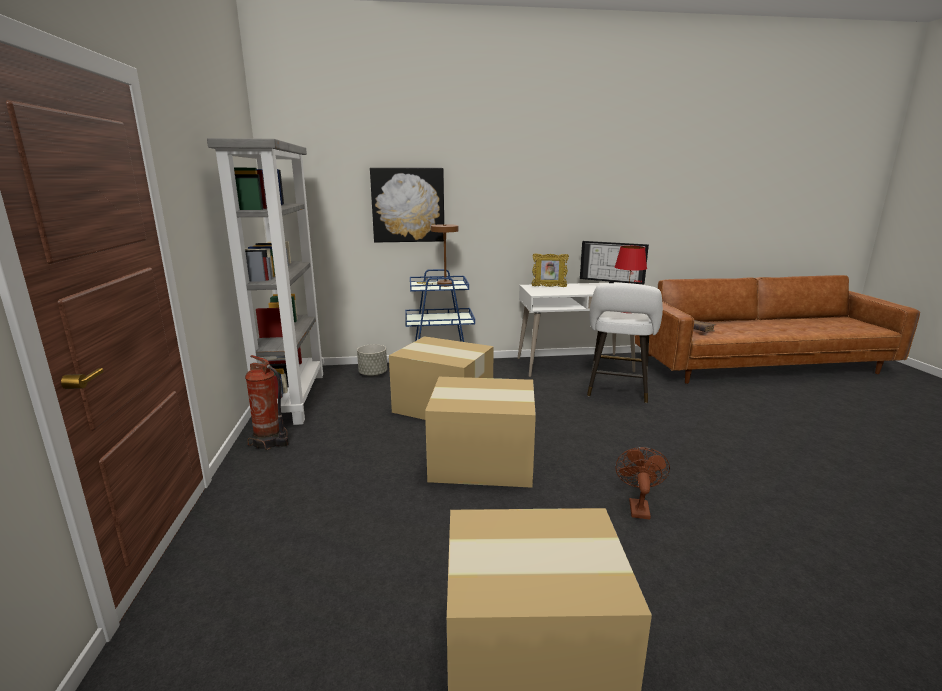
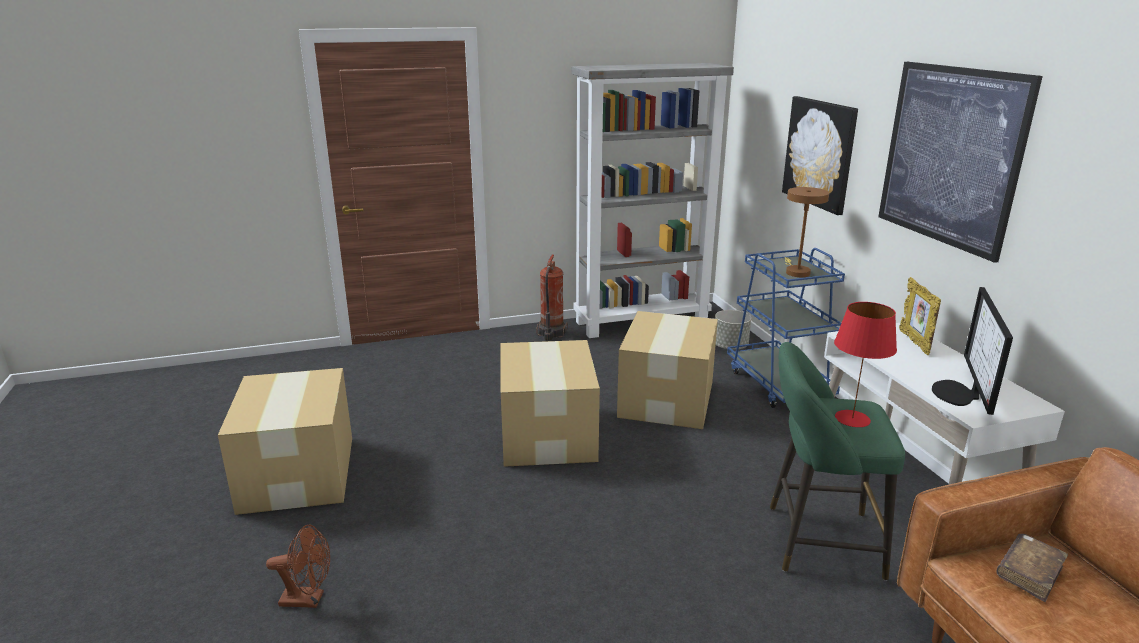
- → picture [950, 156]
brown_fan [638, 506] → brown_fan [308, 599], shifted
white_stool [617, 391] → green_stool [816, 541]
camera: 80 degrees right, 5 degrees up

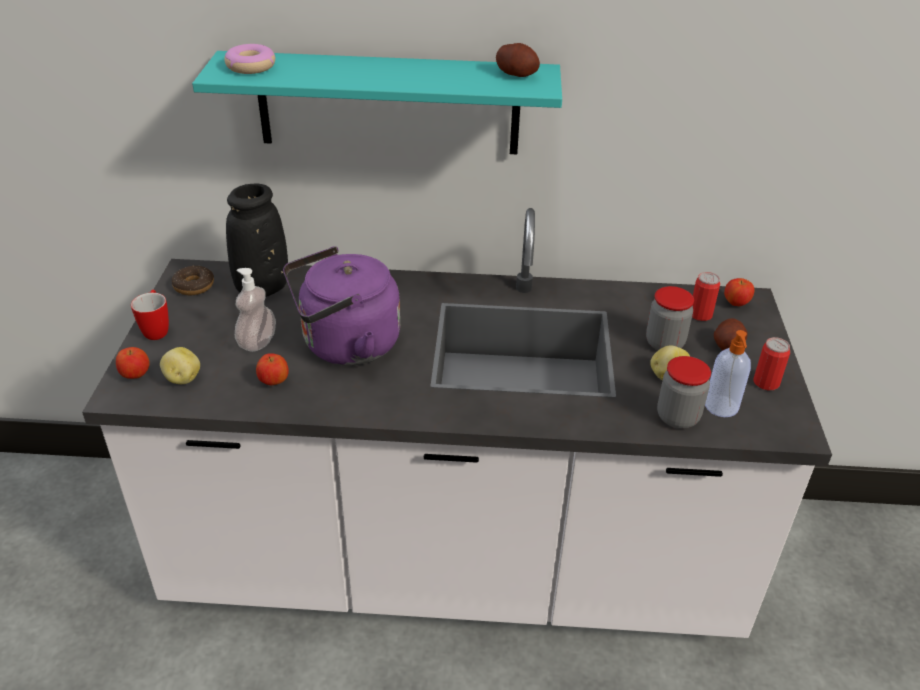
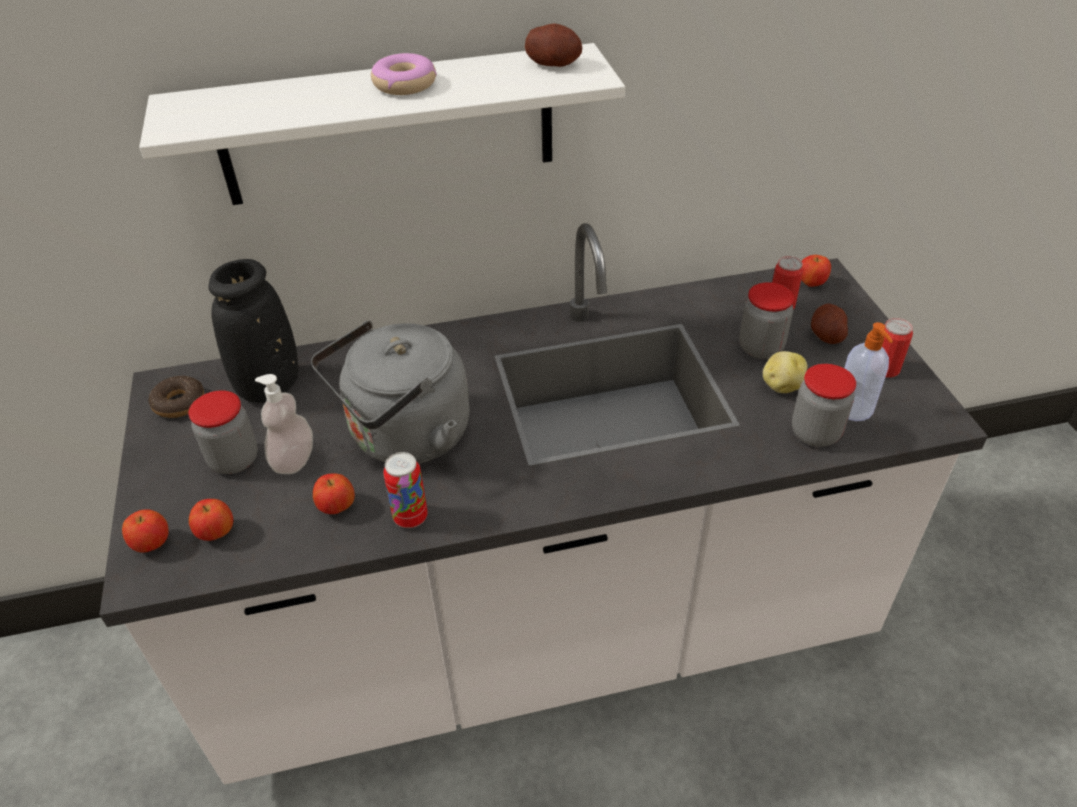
mug [157, 329] → -
- → jar [234, 460]
- → can [410, 517]
donut [251, 67] → donut [405, 84], shifted
potato [182, 378] → apple [216, 533]
turquoise_shelf [388, 103] → white_shelf [388, 126]
purple_kettle [345, 345] → grey_kettle [404, 437]
camera: 15 degrees left, 5 degrees up

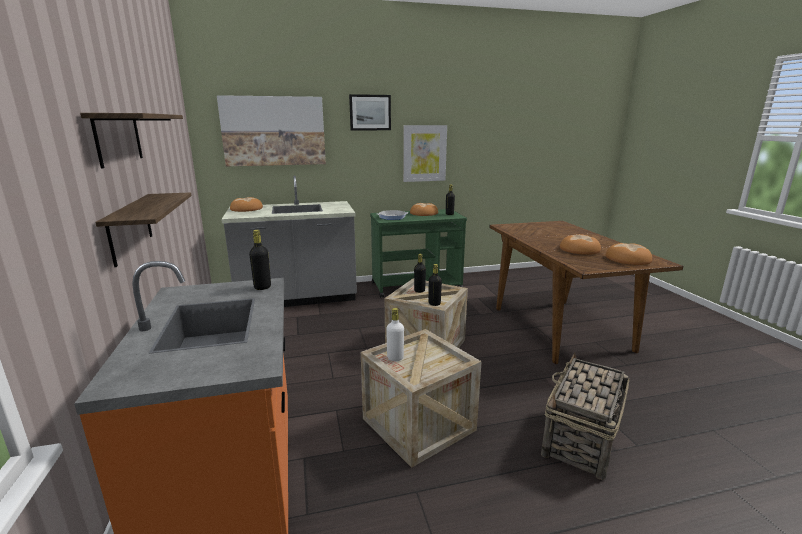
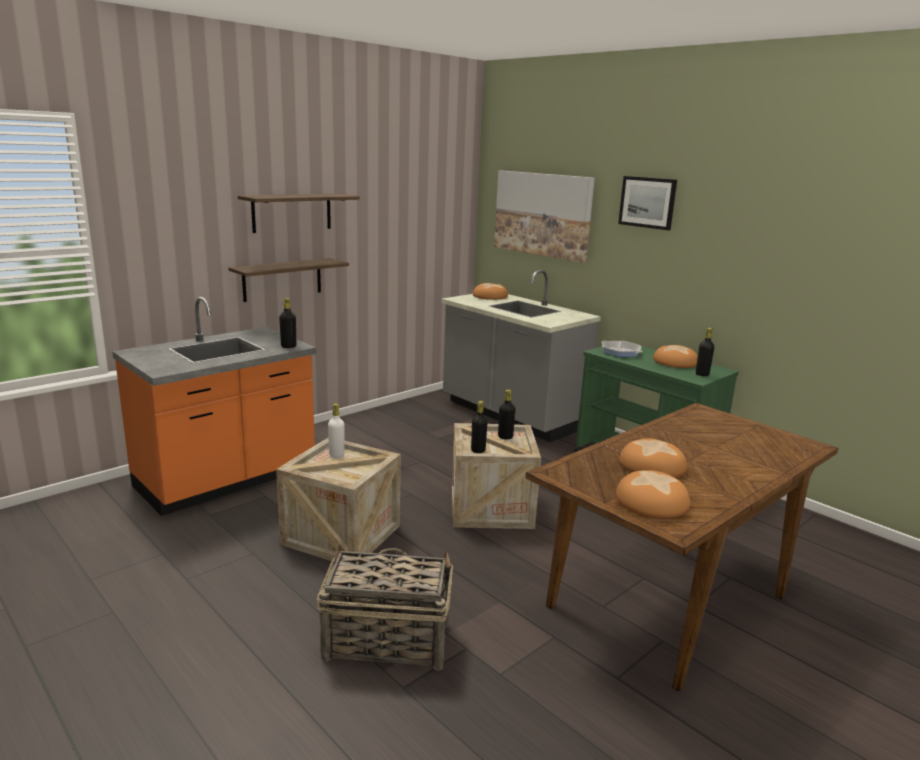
picture [424, 153] → -
camera: 60 degrees right, 0 degrees up

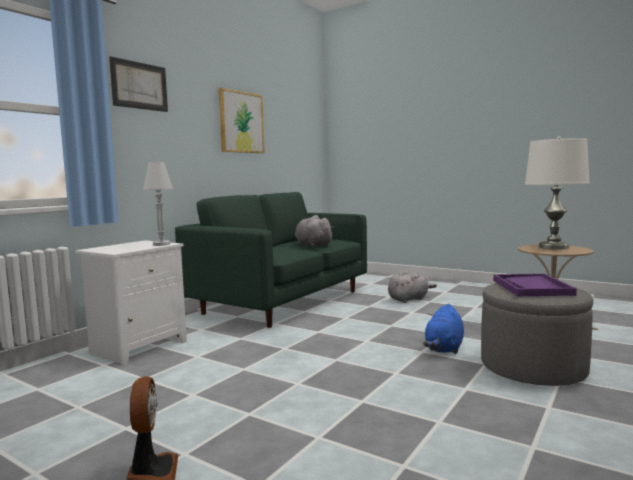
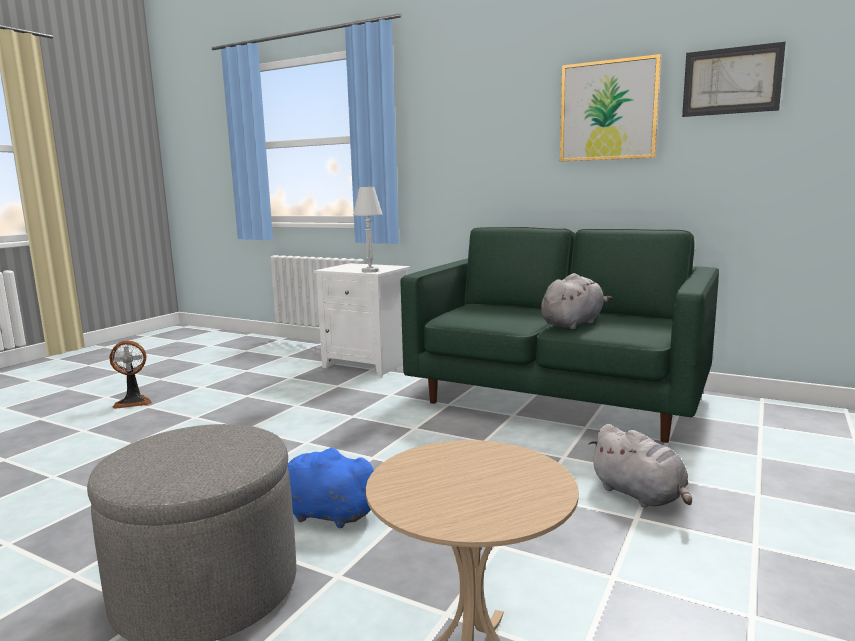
purple_tray [532, 287] → -
white_table_lamp [553, 247] → -
picture [139, 86] → picture [731, 81], shifted
camera: 85 degrees right, 5 degrees up

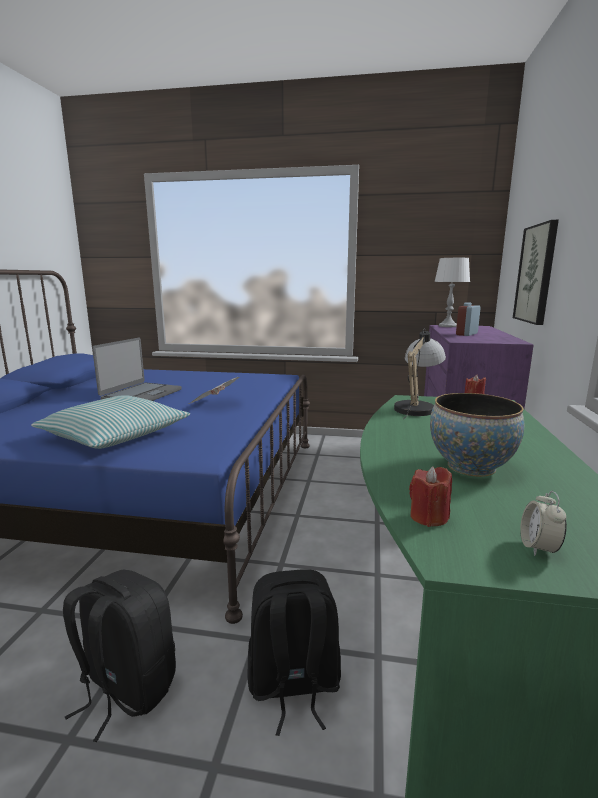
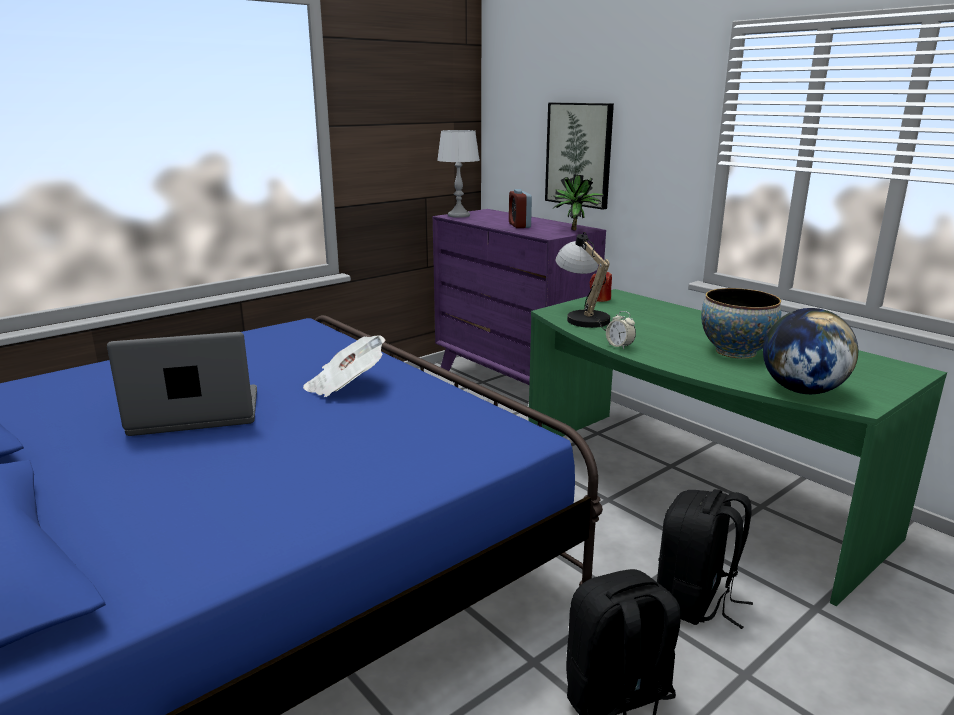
pillow [114, 435] → -
- → potted_plant [577, 230]
alarm_clock [538, 547] → alarm_clock [619, 346], shifted
red_candle [428, 517] → globe [802, 390]
laptop [141, 395] → laptop [195, 413], 75 degrees counterclockwise
camera: 50 degrees left, 5 degrees up

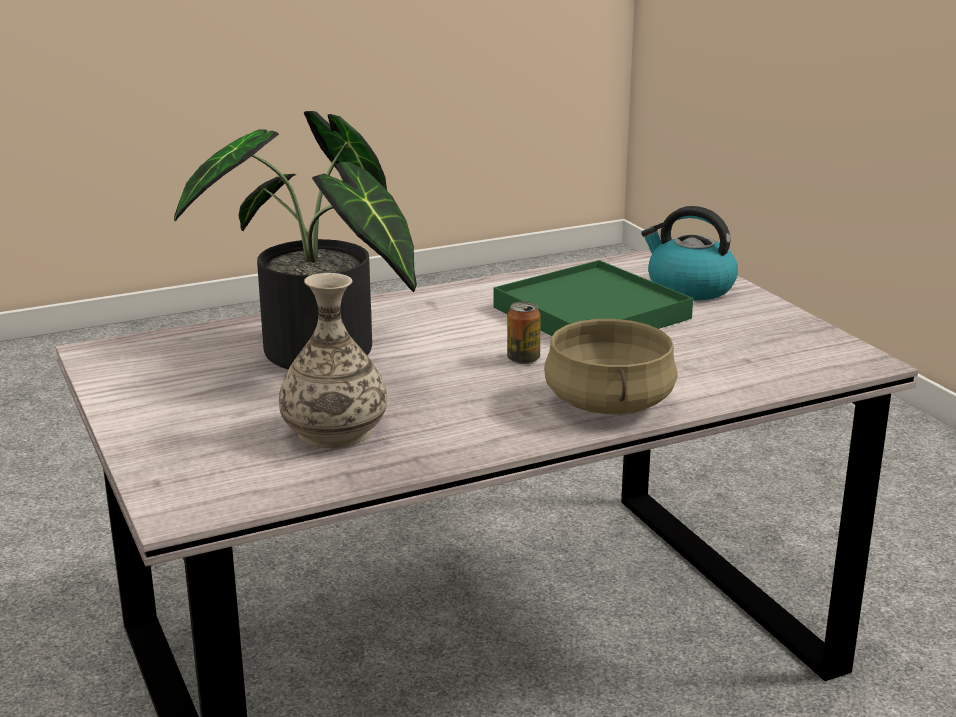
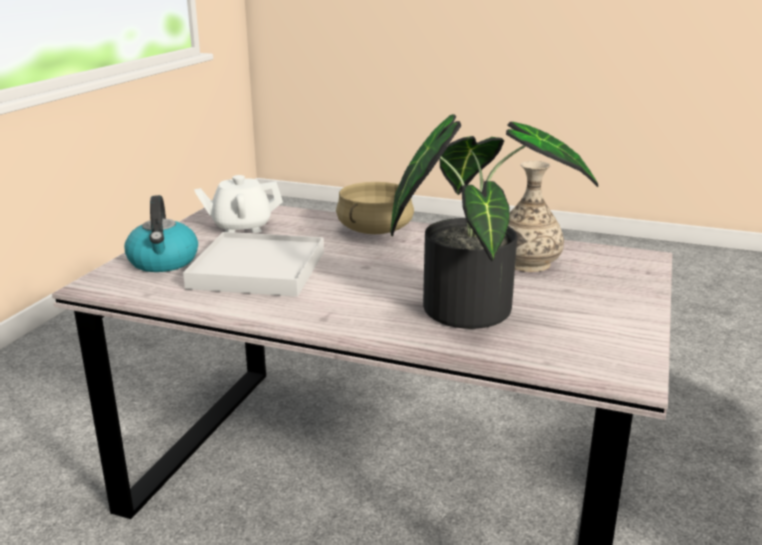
can [523, 359] → -
- → white_teapot [241, 227]
green_tray [591, 313] → white_tray [257, 270]
camera: 135 degrees left, 0 degrees up

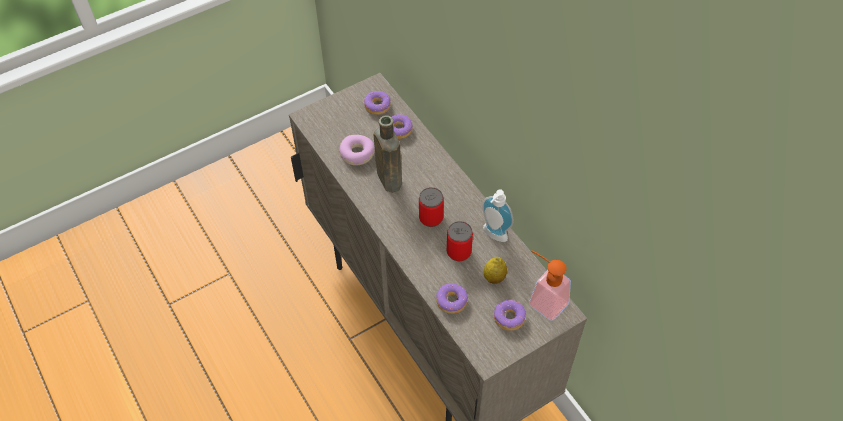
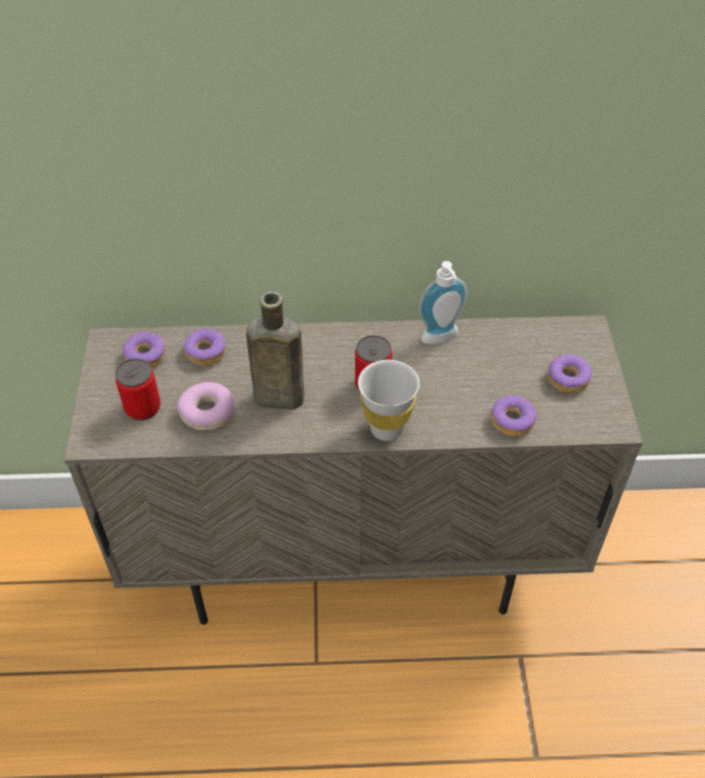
lemon [494, 277] → -
soap_dispenser [542, 300] → -
- → white_cup [386, 429]
can [459, 252] → can [142, 407], shifted
camera: 60 degrees left, 5 degrees down

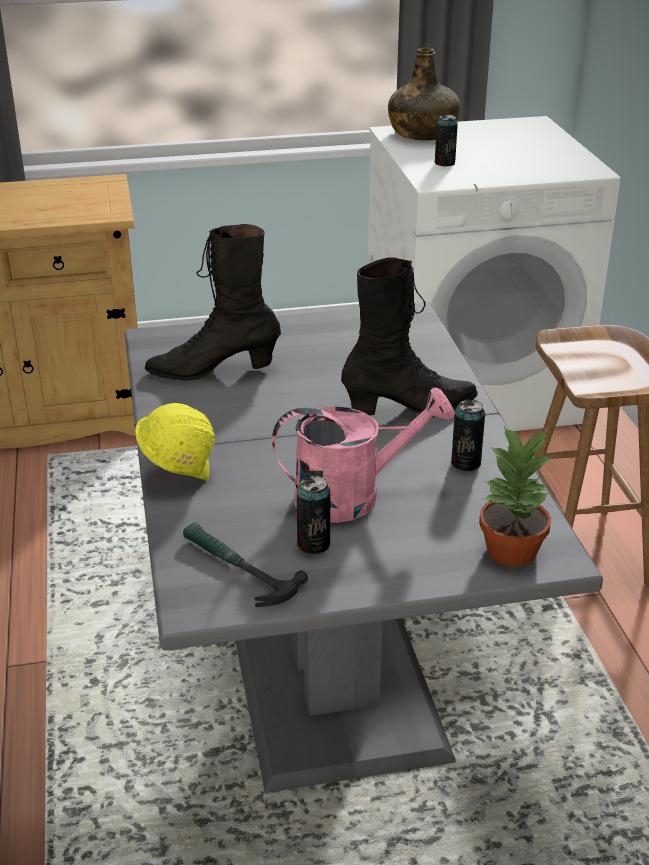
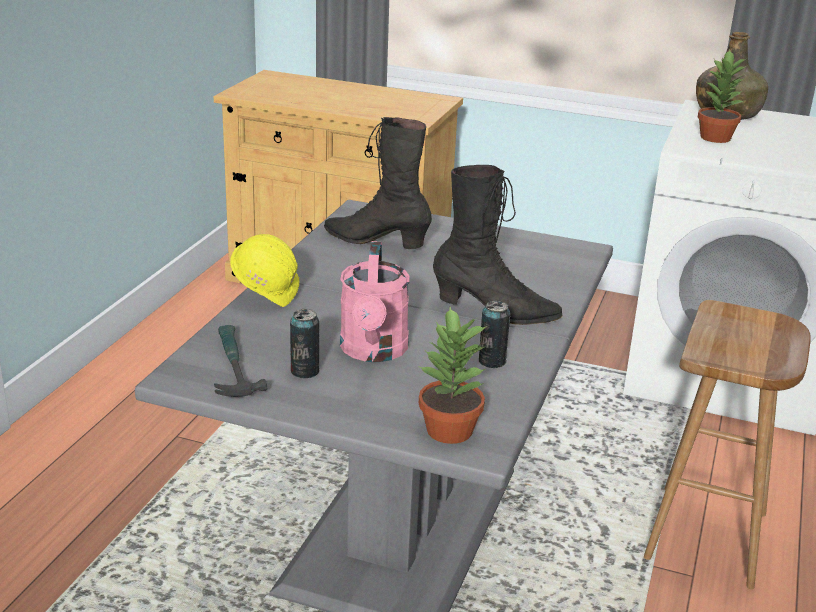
can [444, 163] → potted_plant [716, 138]
pink_watering_can [352, 495] → pink_watering_can [373, 351], 75 degrees clockwise
camera: 30 degrees right, 5 degrees down

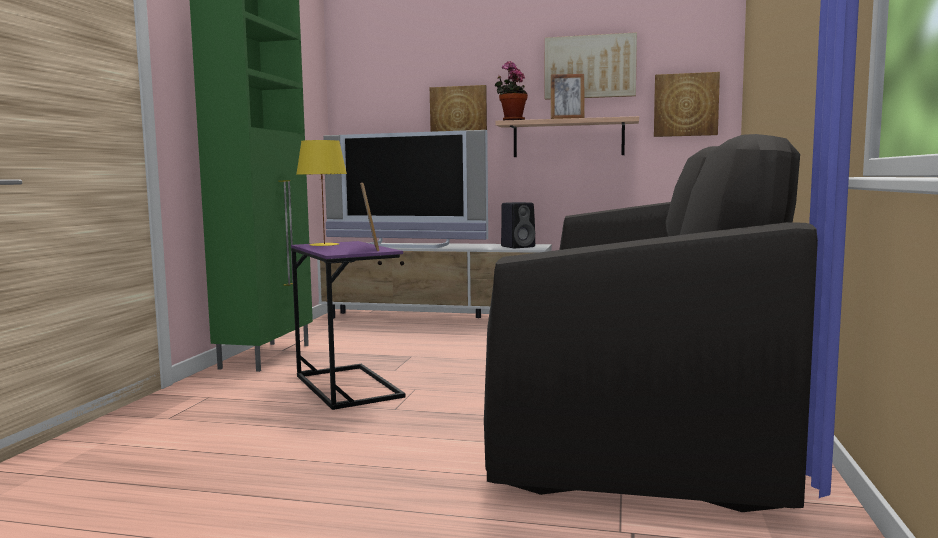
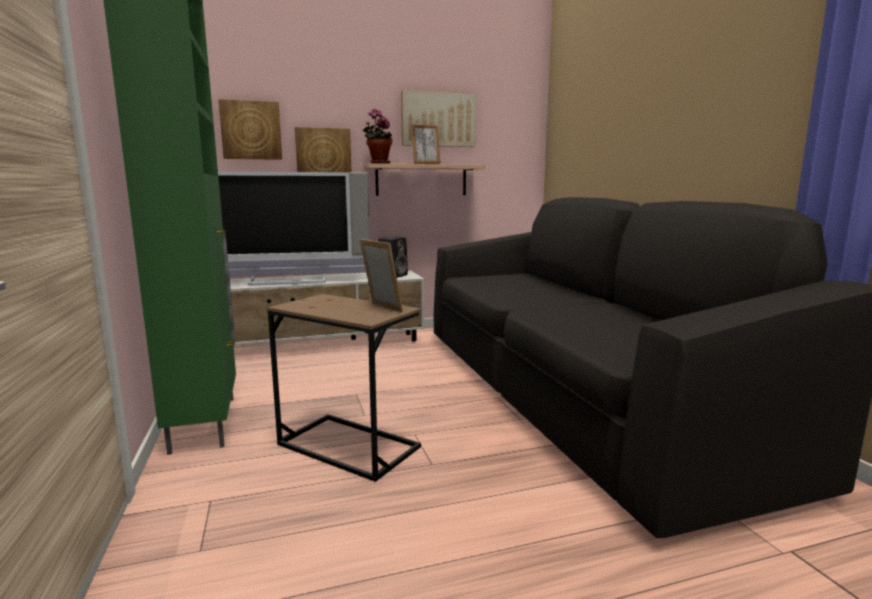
yellow_table_lamp [324, 244] → -
picture [685, 105] → picture [251, 130], shifted
purple_side_table [347, 386] → brown_side_table [348, 446]
camera: 30 degrees left, 5 degrees up

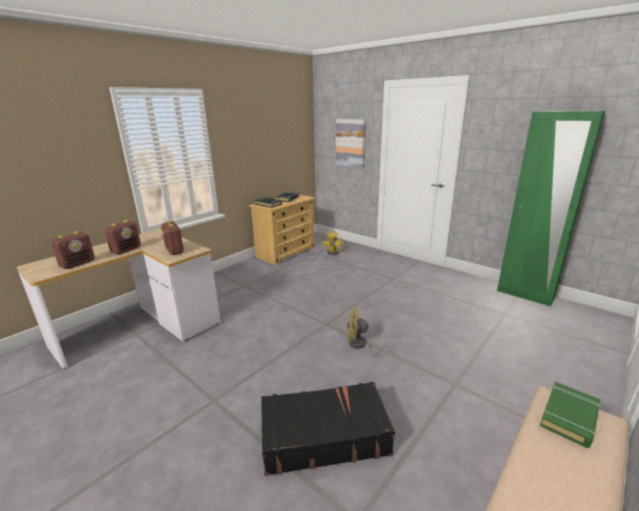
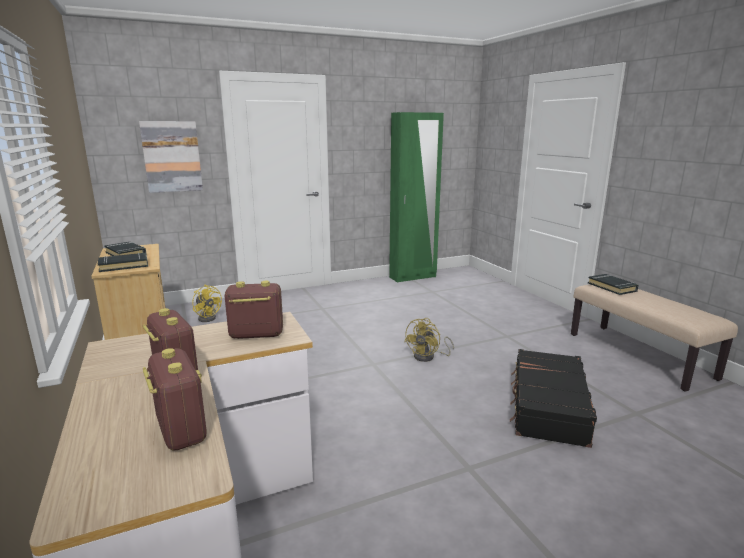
green_book [569, 417] → black_book [612, 287]
camera: 65 degrees left, 5 degrees down

